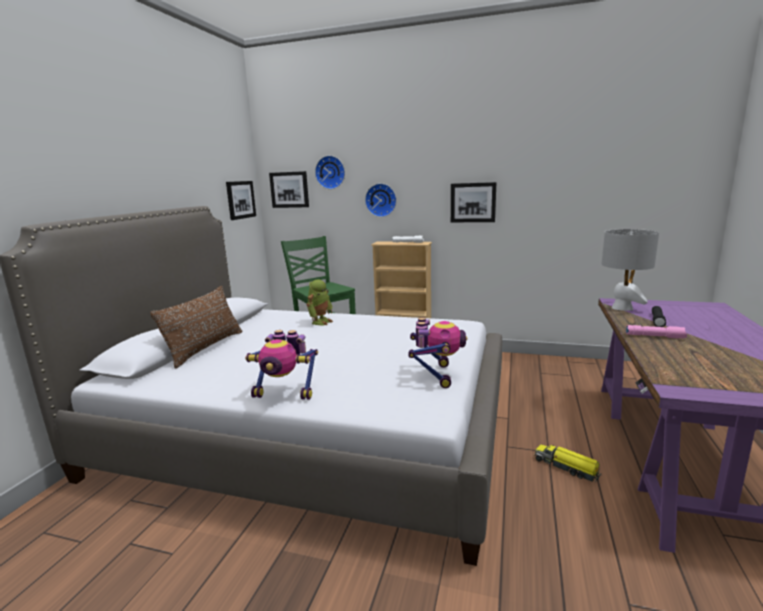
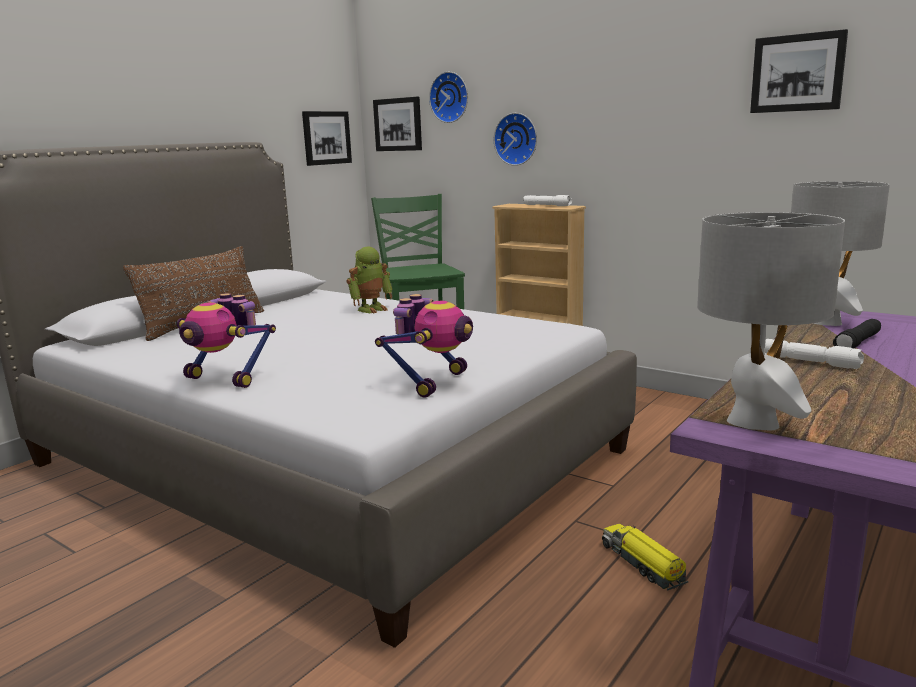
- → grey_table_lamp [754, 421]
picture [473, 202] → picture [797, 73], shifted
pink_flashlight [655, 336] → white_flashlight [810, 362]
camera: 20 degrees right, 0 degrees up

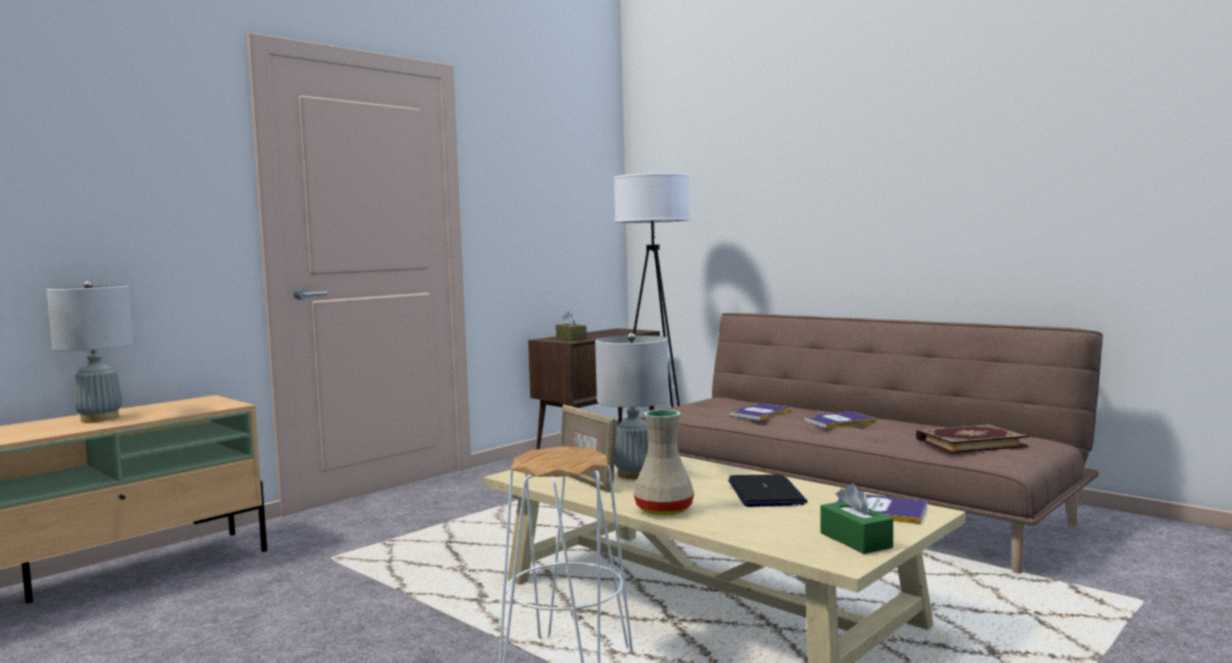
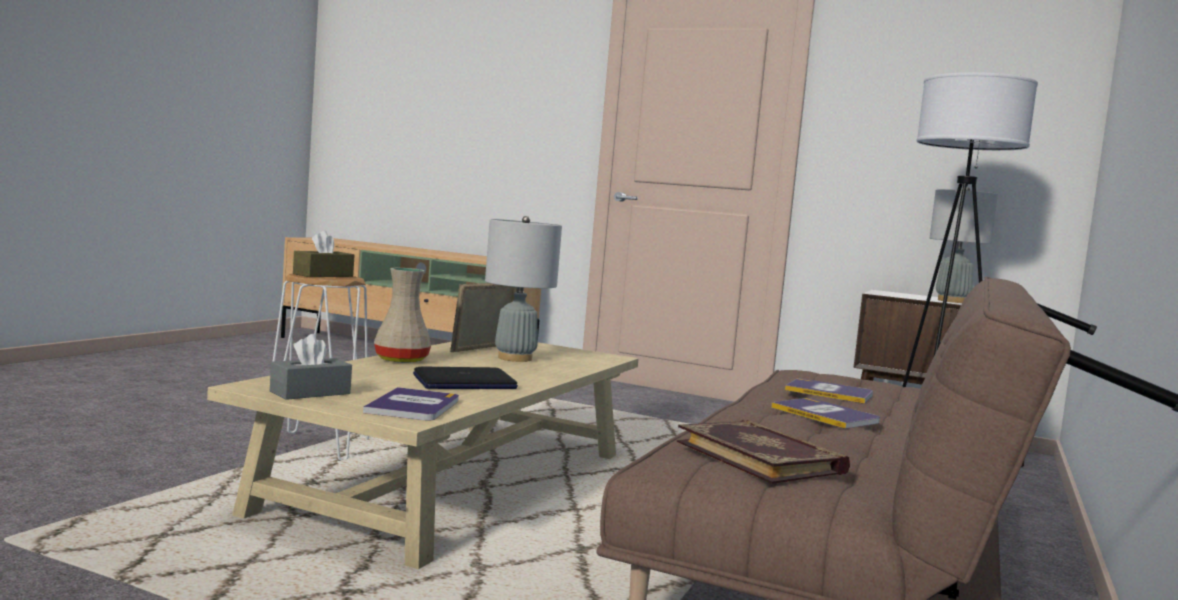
grey_table_lamp [100, 418] → grey_table_lamp [952, 301], shifted
brown_tissue_box [571, 339] → brown_tissue_box [323, 275], shifted
green_tissue_box [855, 540] → grey_tissue_box [310, 393]
camera: 70 degrees right, 0 degrees up

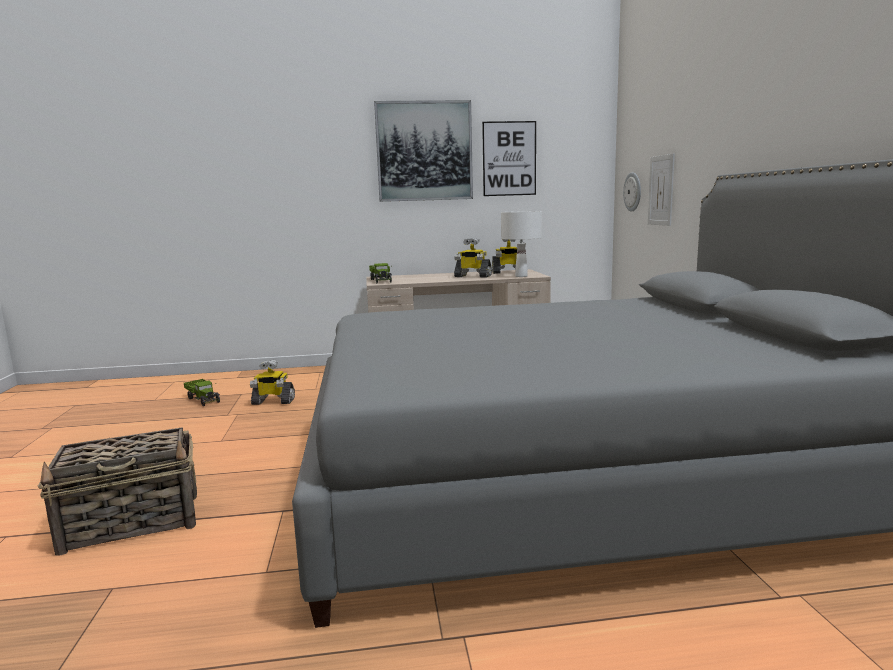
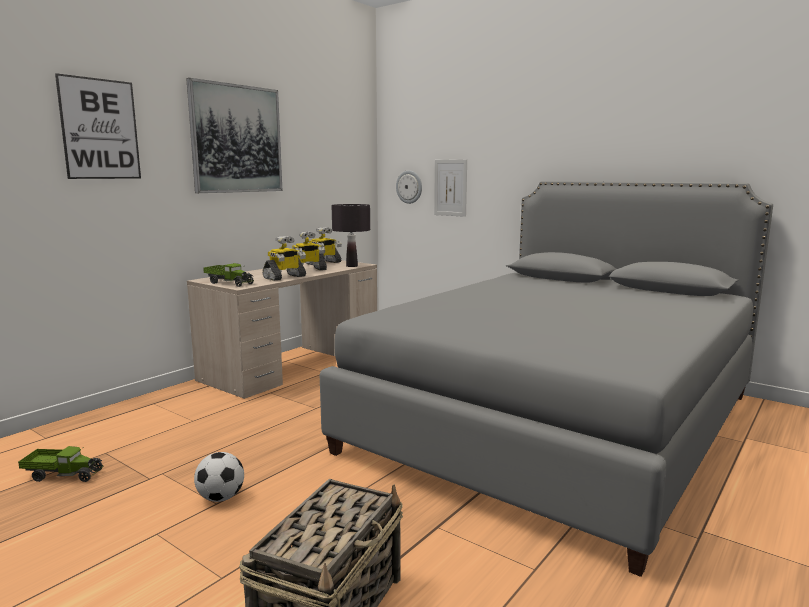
- → football [221, 498]
toy_robot [273, 401] → toy_robot [284, 277], shifted
picture [509, 159] → picture [100, 129], shifted
white_table_lamp [521, 276] → black_table_lamp [352, 266]
camera: 45 degrees left, 0 degrees up

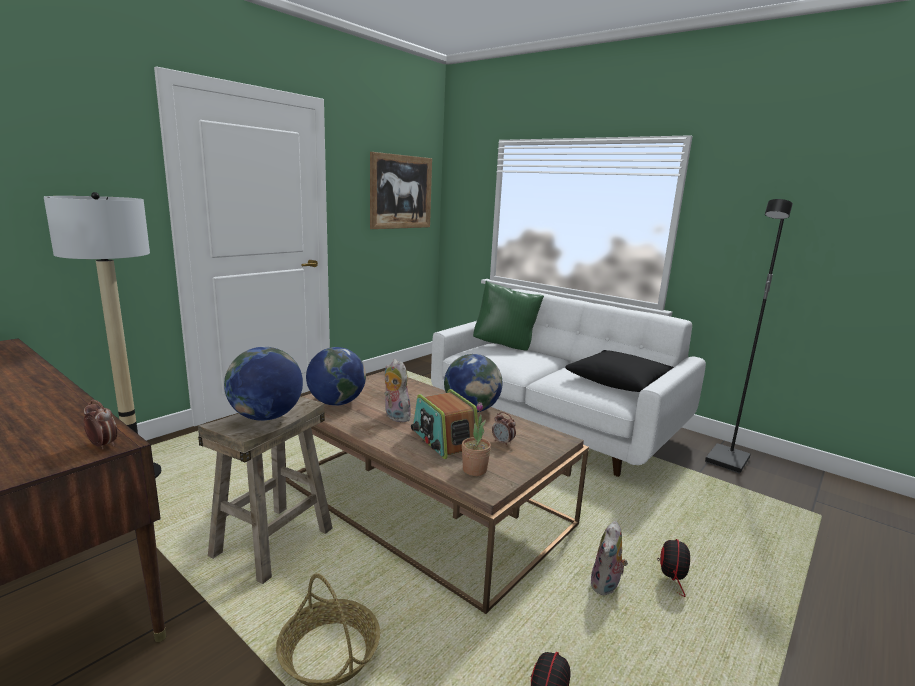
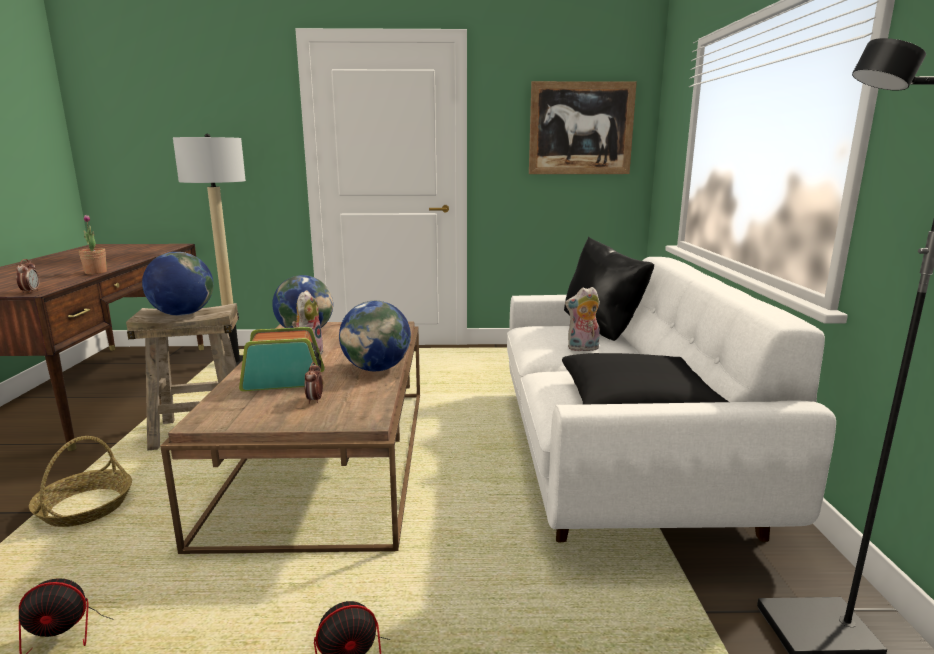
potted_plant [474, 470] → potted_plant [96, 272], shifted
plush_toy [606, 587] → plush_toy [582, 349], shifted
green_pillow [505, 345] → black_pillow [603, 331]
radio [444, 440] → radio [284, 380], 60 degrees clockwise
camera: 50 degrees right, 0 degrees up

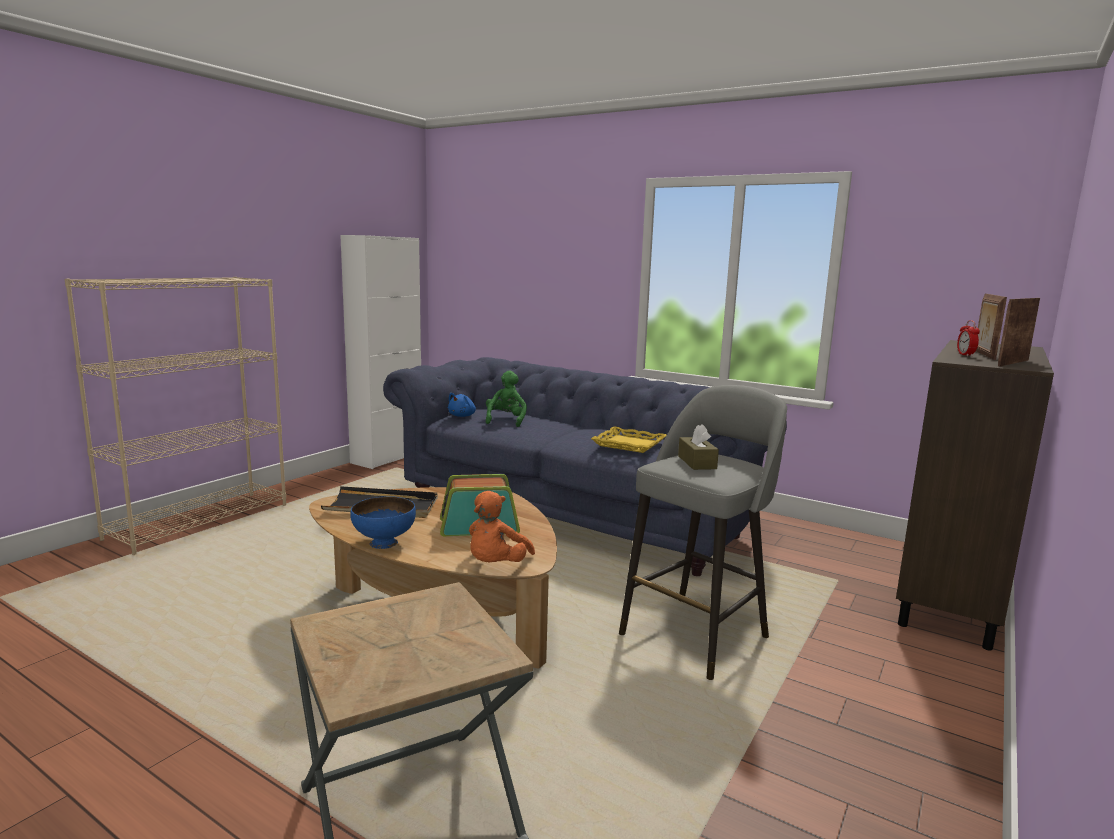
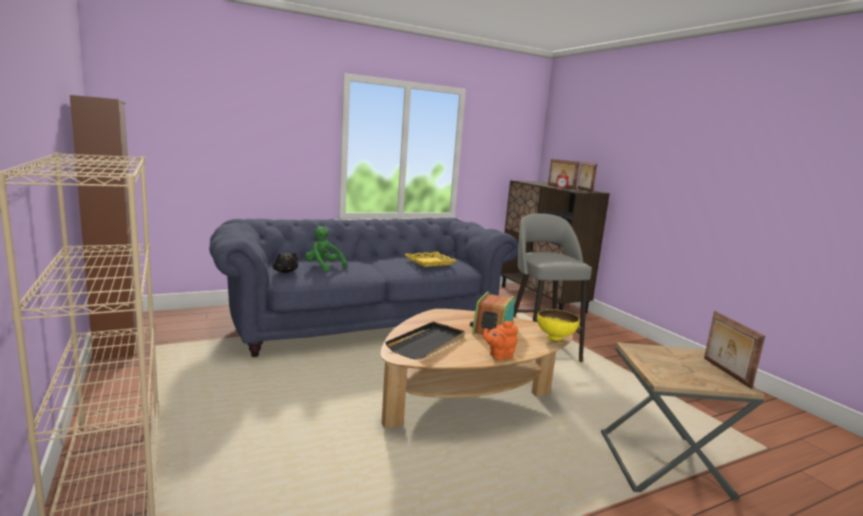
brown_tissue_box [697, 462] → -
- → picture_frame [725, 372]
blue_bowl [384, 543] → orange_teapot [499, 356]
orange_plush_toy [496, 565] → yellow_bowl [555, 339]
white_cabinet [387, 458] → brown_cabinet [117, 342]
blue_plush_toy [462, 416] → black_plush_toy [285, 272]
camera: 60 degrees left, 0 degrees up

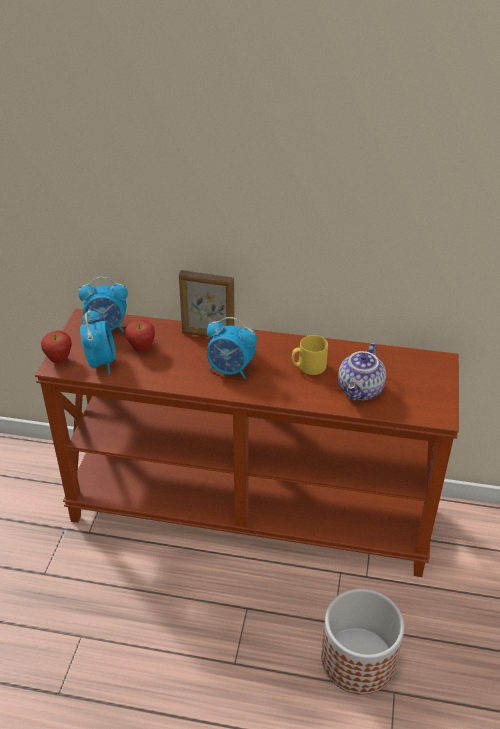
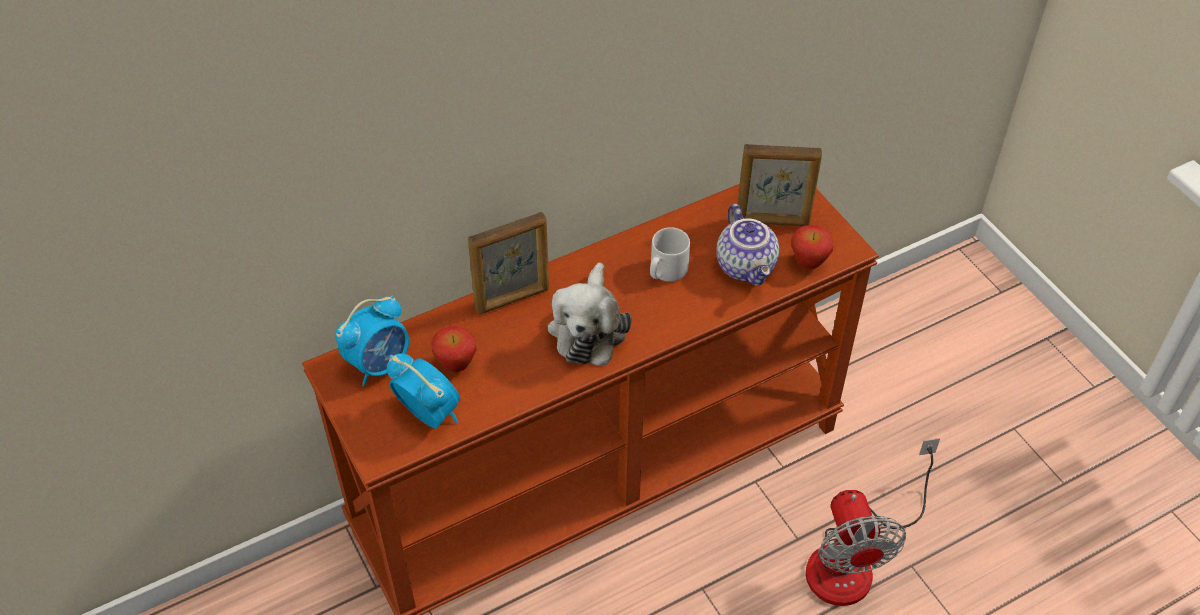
- → picture_frame [772, 222]
apple [59, 360] → apple [808, 263], shifted
alarm_clock [230, 370] → plush_toy [588, 328]
planter [359, 660] → fan [854, 558]
yellow_mug [308, 367] → grey_mug [666, 271]
camera: 40 degrees left, 10 degrees up

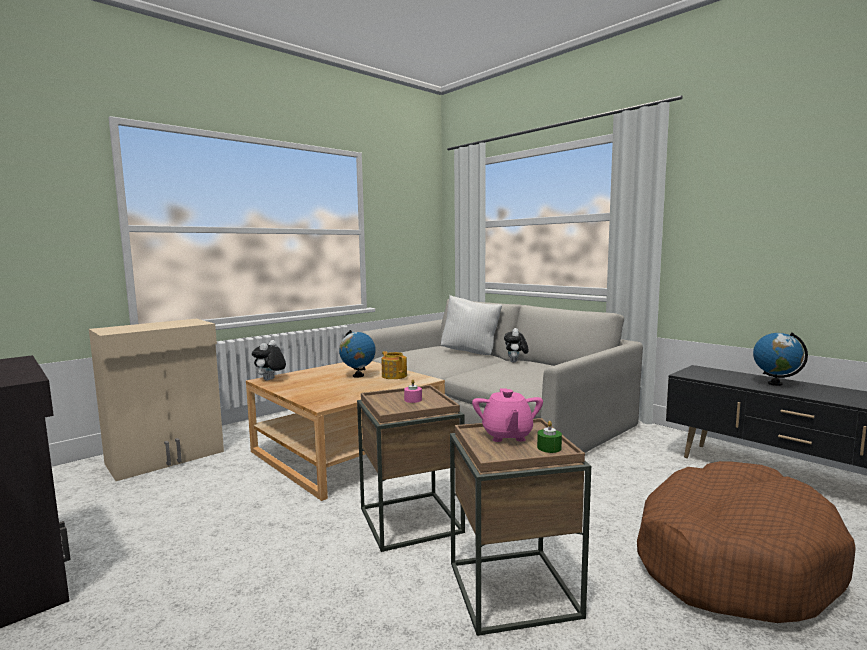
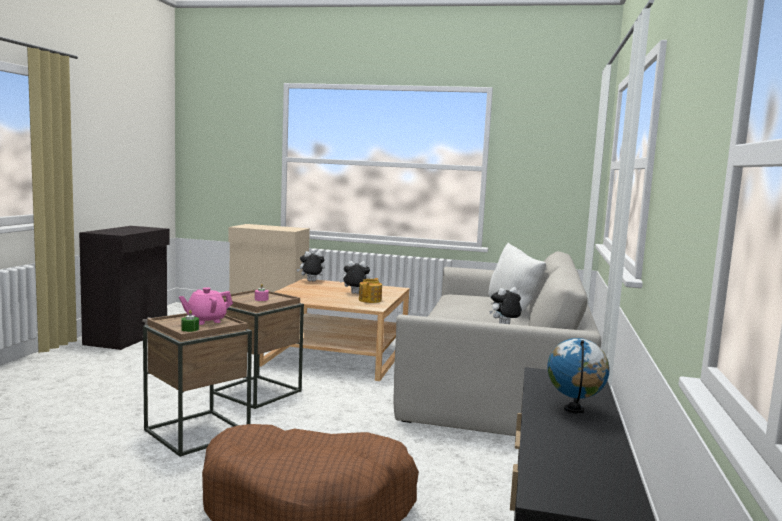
globe [358, 376] → plush_toy [354, 294]
camera: 55 degrees right, 0 degrees up

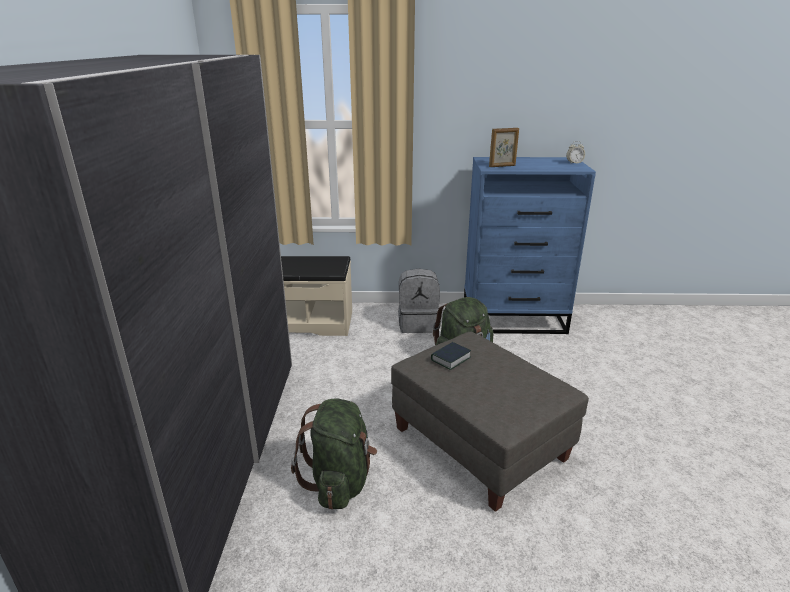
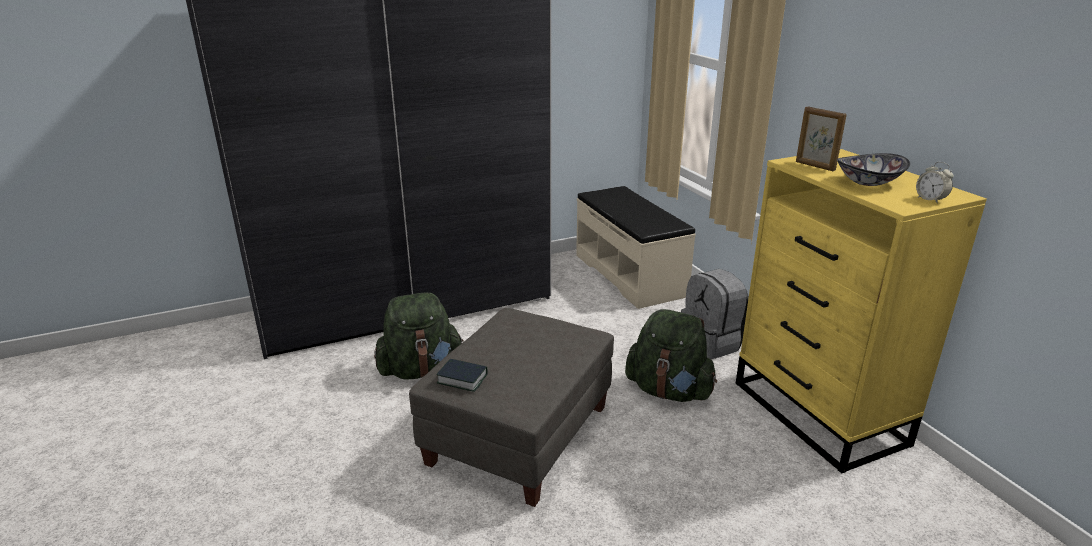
- → bowl [868, 182]
book [450, 359] → book [462, 379], shifted
blue_dresser [514, 319] → yellow_dresser [819, 414]
camera: 65 degrees right, 0 degrees up

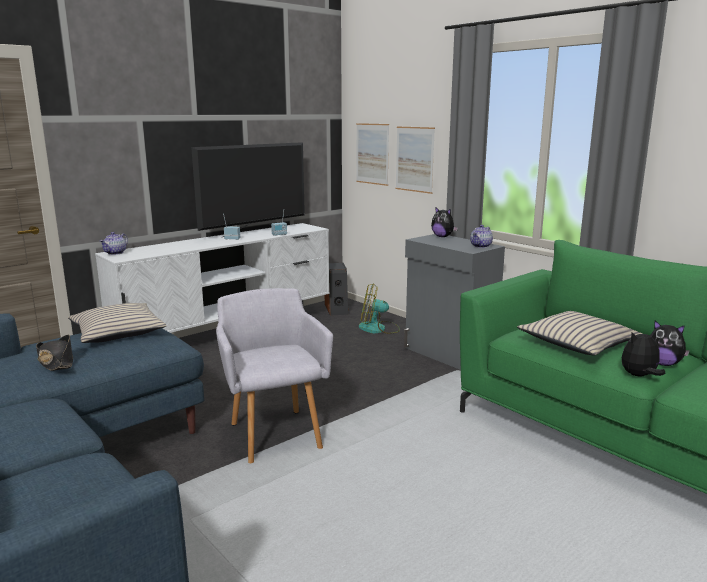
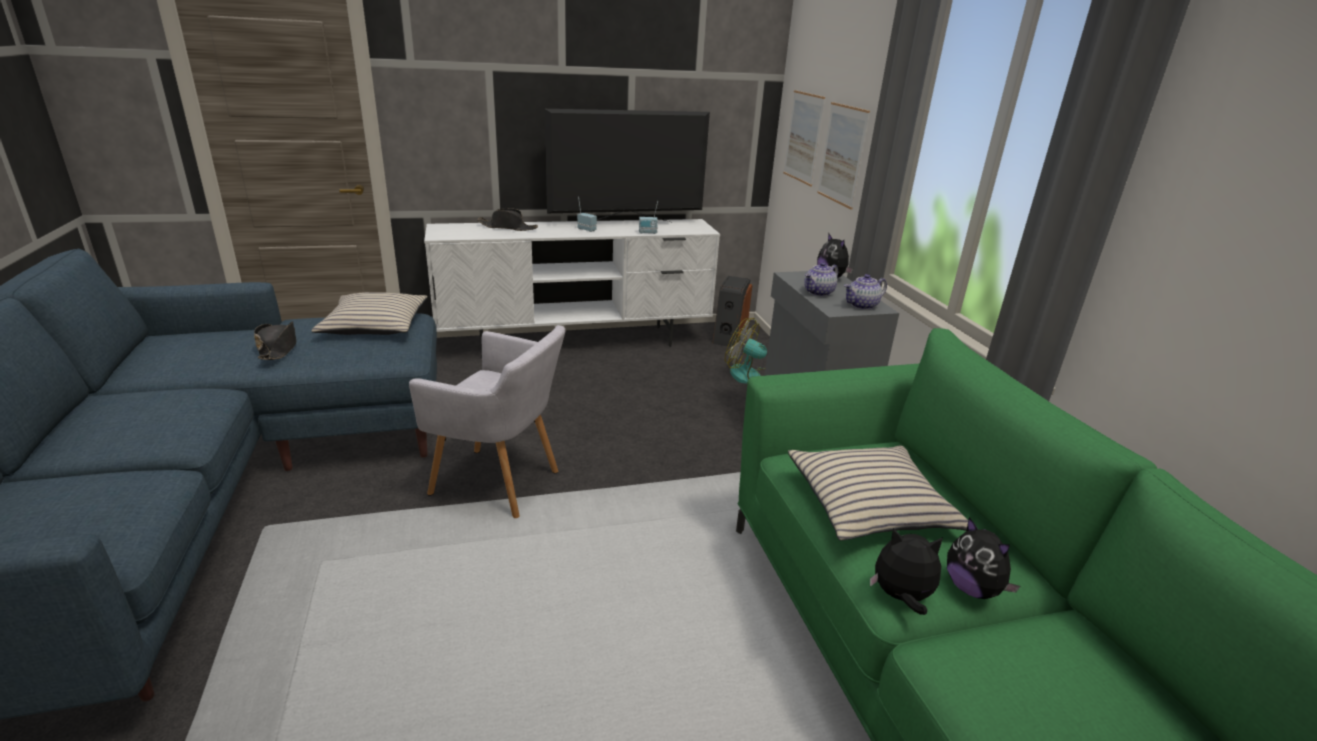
- → black_hat [508, 227]
teapot [115, 253] → teapot [819, 292], shifted
grey_armchair [274, 432] → grey_armchair [500, 484], 105 degrees clockwise
camera: 25 degrees right, 10 degrees up

